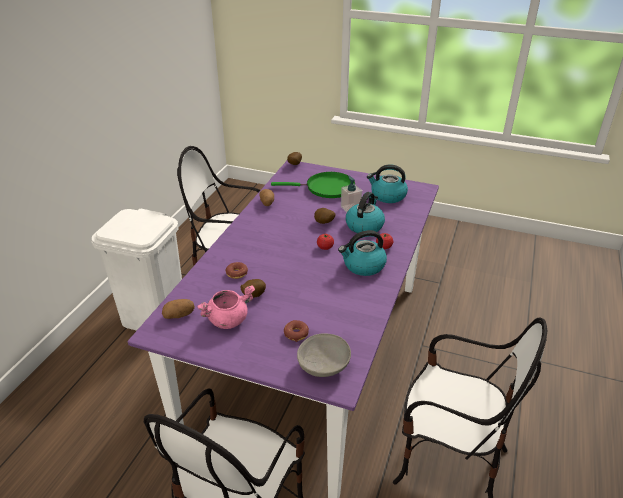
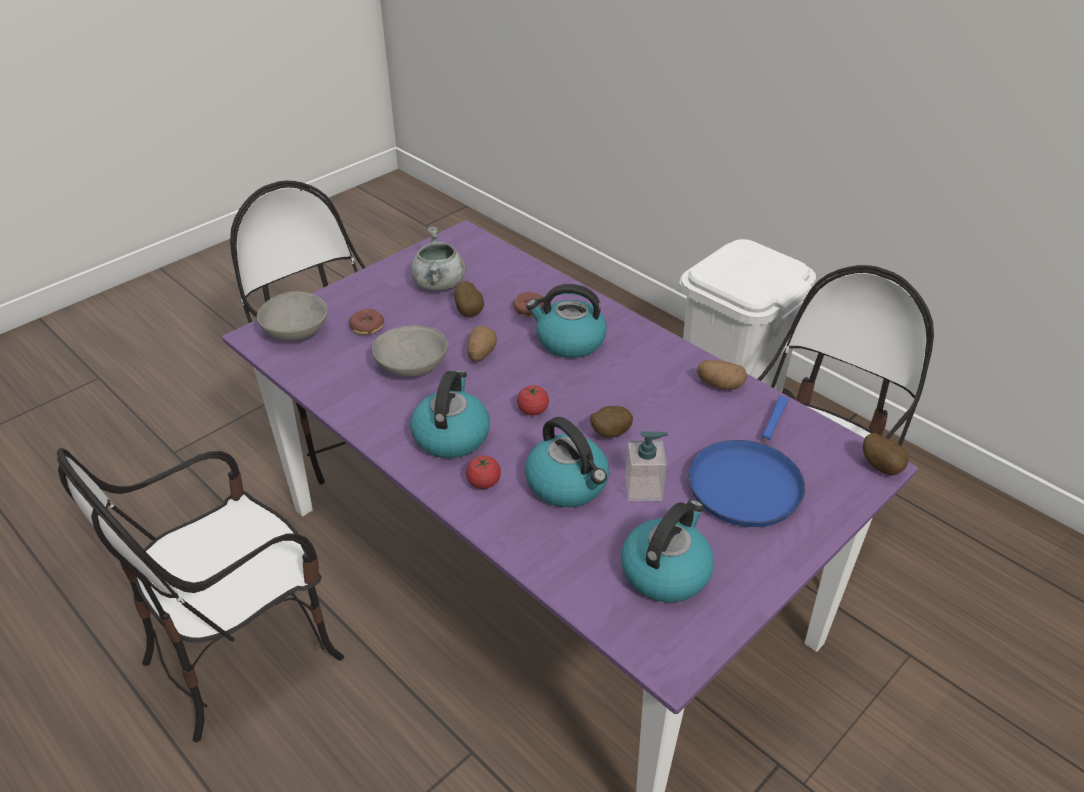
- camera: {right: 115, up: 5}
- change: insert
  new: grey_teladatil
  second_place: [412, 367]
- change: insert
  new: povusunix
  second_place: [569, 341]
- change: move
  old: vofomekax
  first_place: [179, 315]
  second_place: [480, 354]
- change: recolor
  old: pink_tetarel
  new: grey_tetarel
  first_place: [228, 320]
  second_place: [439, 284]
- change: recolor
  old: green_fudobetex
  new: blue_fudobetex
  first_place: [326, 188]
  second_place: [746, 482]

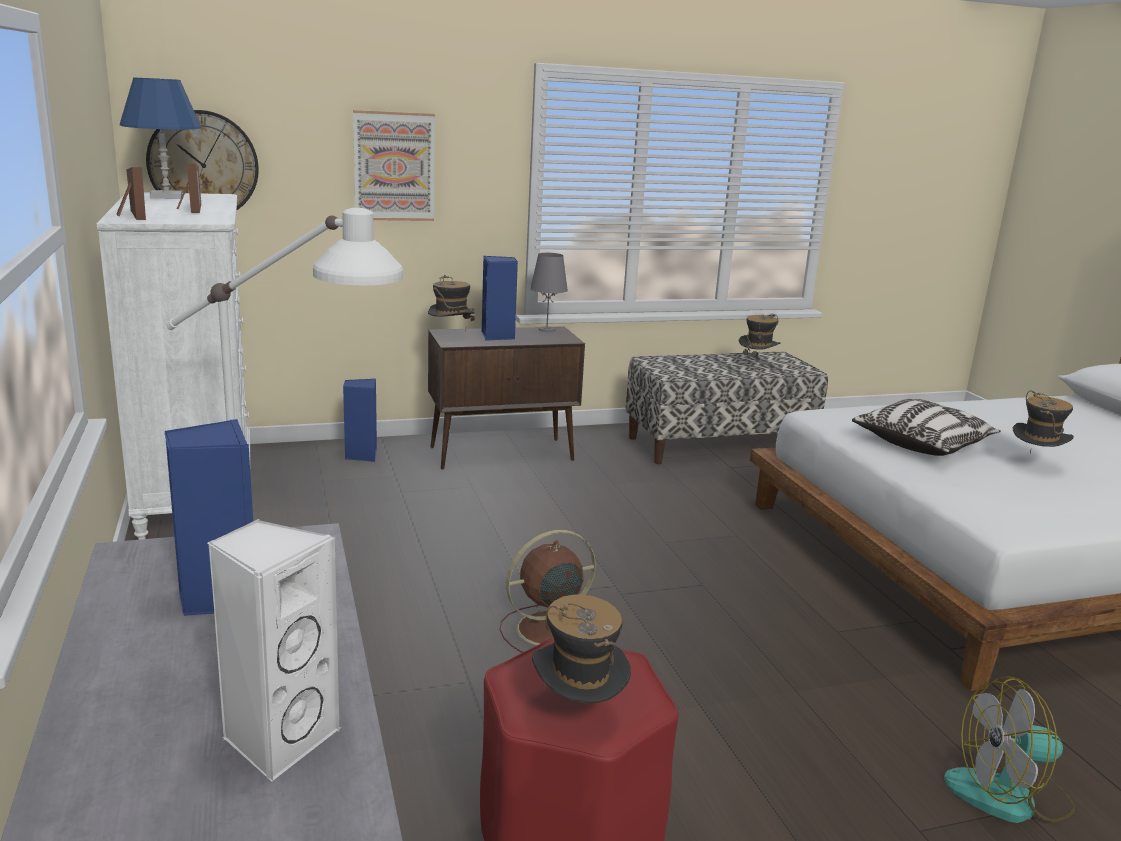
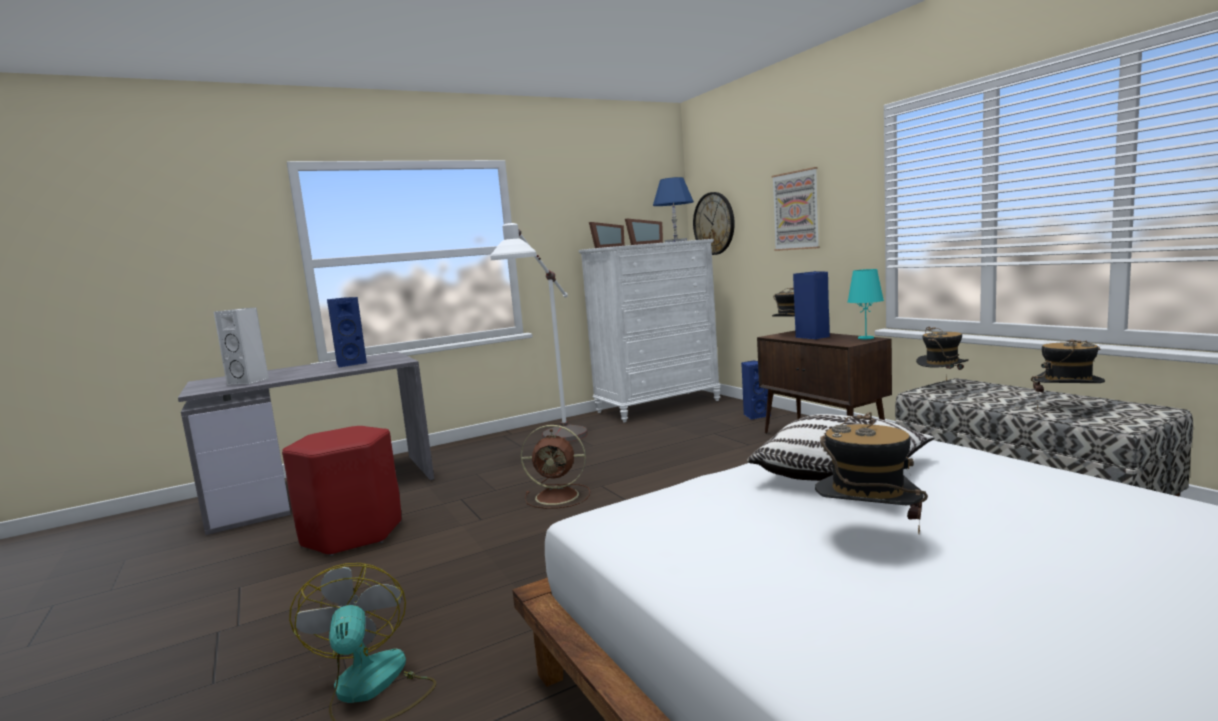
- camera: {right: 80, up: -10}
- change: move
  old: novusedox
  first_place: [577, 713]
  second_place: [942, 386]
- change: recolor
  old: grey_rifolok
  new: turquoise_rifolok
  first_place: [547, 329]
  second_place: [865, 338]
- change: rotate
  old: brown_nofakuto
  first_place: [545, 630]
  second_place: [559, 496]
  degrees: 135

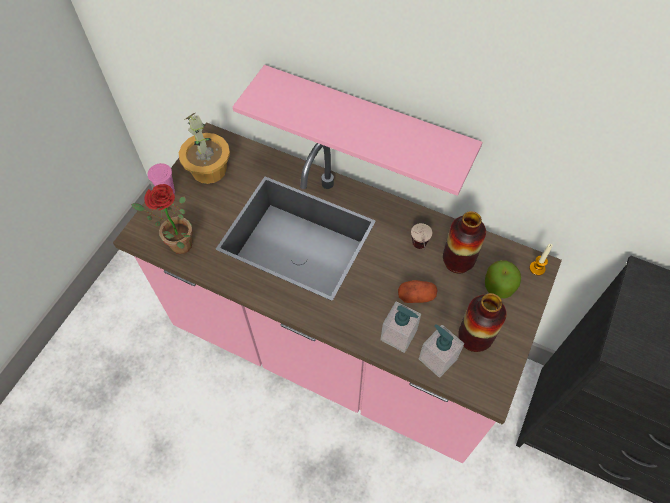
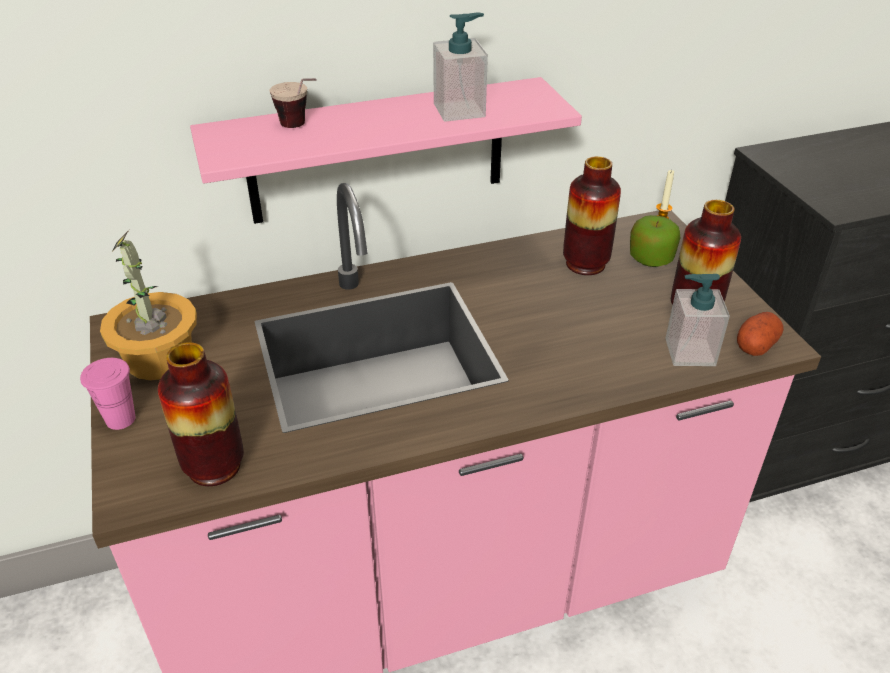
- camera: {right: -45, up: -20}
- change: move
  old: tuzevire
  first_place: [398, 335]
  second_place: [459, 110]
- change: move
  old: vofomekax
  first_place: [416, 296]
  second_place: [756, 344]
- change: move
  old: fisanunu
  first_place: [419, 250]
  second_place: [301, 128]
- change: replace
  old: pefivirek
  new: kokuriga
  first_place: [176, 245]
  second_place: [214, 466]

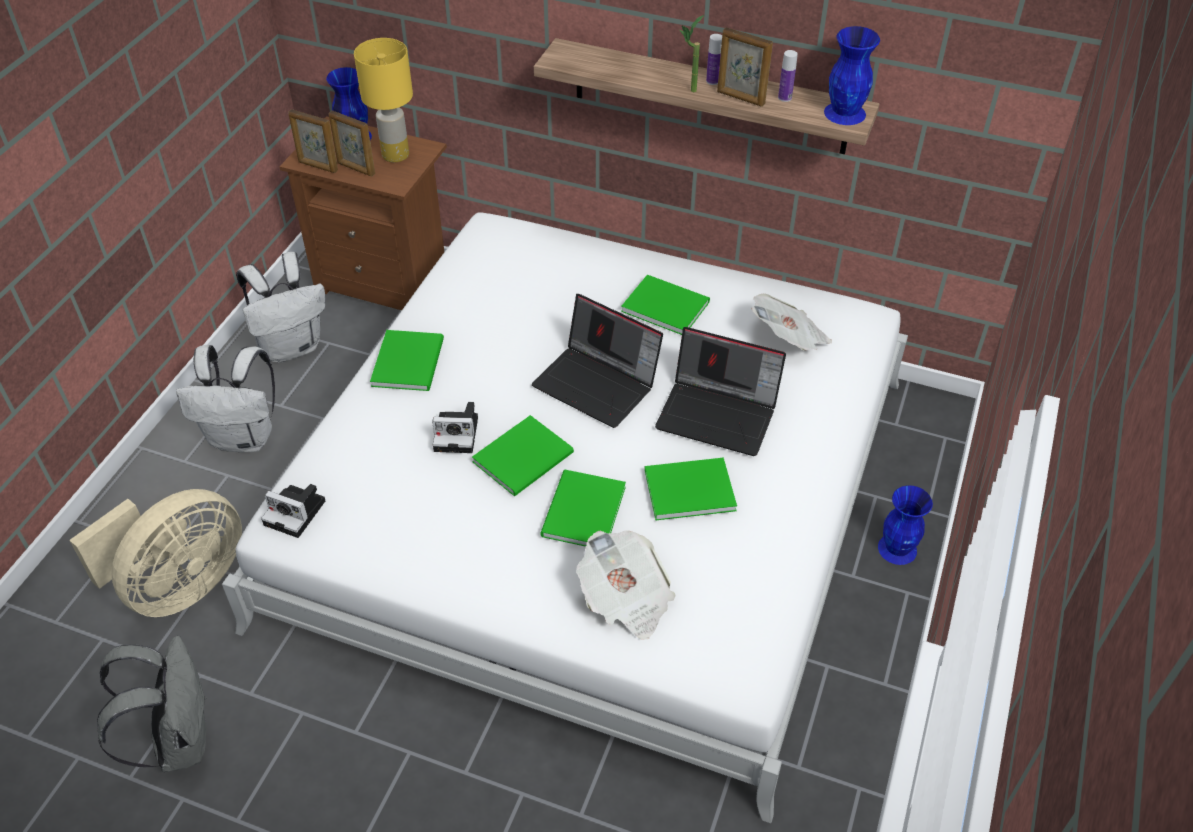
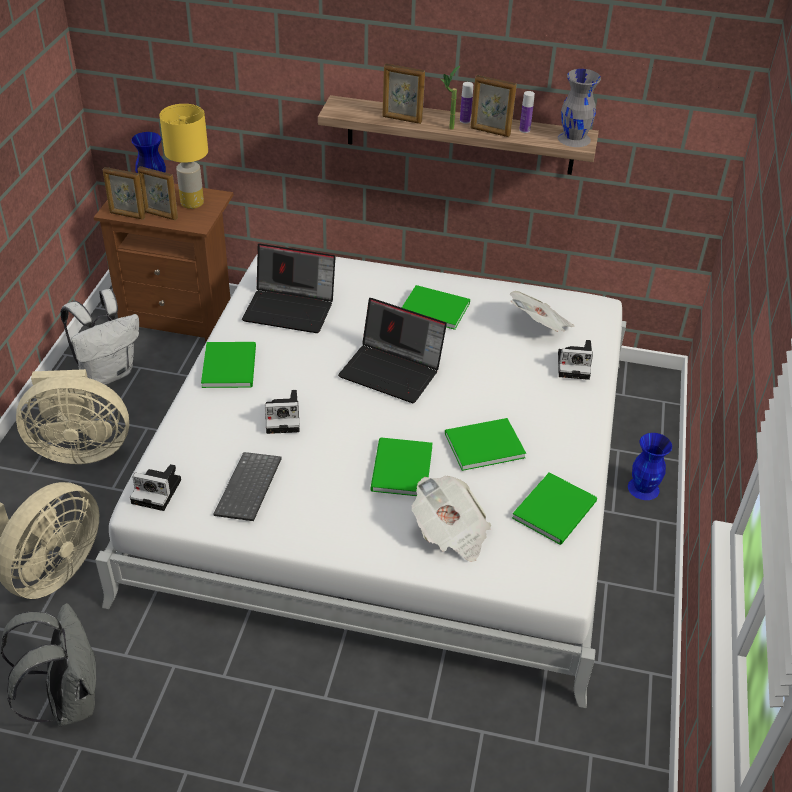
- camera: {right: -10, up: -5}
- change: insert
  new: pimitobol
  second_place: [249, 489]
- change: insert
  new: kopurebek
  second_place: [402, 119]
- change: insert
  new: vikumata
  second_place: [575, 365]
- change: move
  old: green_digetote
  first_place: [526, 457]
  second_place: [557, 509]
- change: move
  old: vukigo
  first_place: [719, 414]
  second_place: [291, 308]
- change: replace
  old: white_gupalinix
  new: beige_nofakuto
  first_place: [244, 437]
  second_place: [80, 449]
- change: recolor
  old: blue_kokuriga
  new: grey_kokuriga
  first_place: [845, 113]
  second_place: [574, 138]

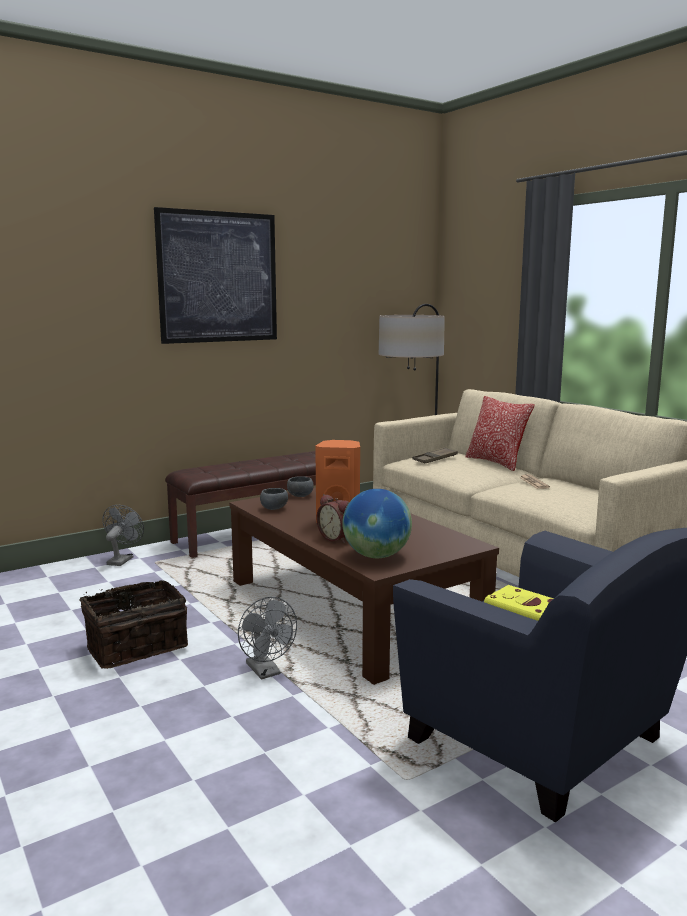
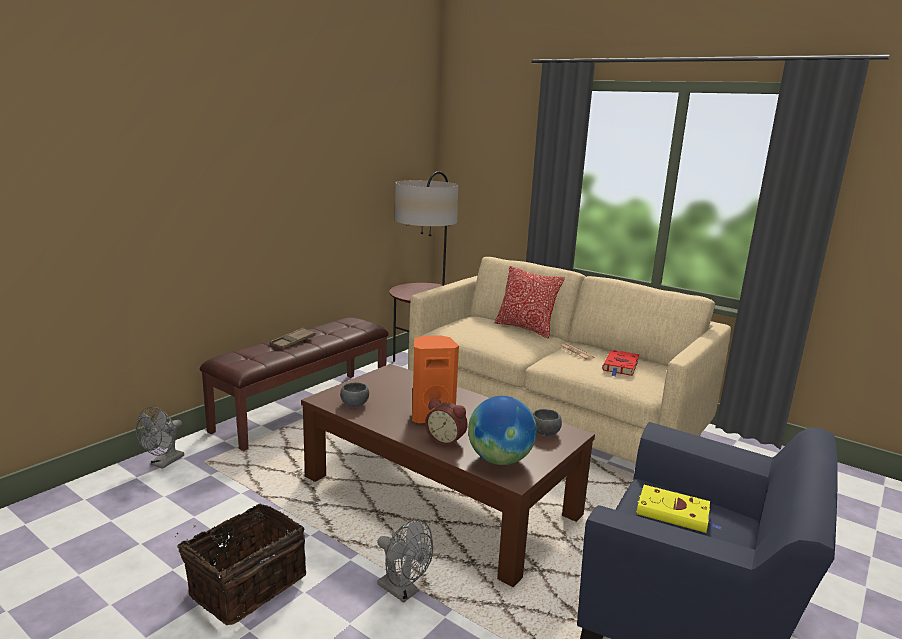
- camera: {right: -20, up: 5}
- change: delete
  old: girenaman
  first_place: [218, 277]
- change: insert
  new: red_digetote
  second_place: [620, 366]
- change: move
  old: grey_teladatil
  first_place: [299, 495]
  second_place: [544, 432]
- change: move
  old: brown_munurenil
  first_place: [435, 459]
  second_place: [293, 342]
- change: rotate
  old: grey_nofakuto
  first_place: [122, 560]
  second_place: [164, 463]
  degrees: -150

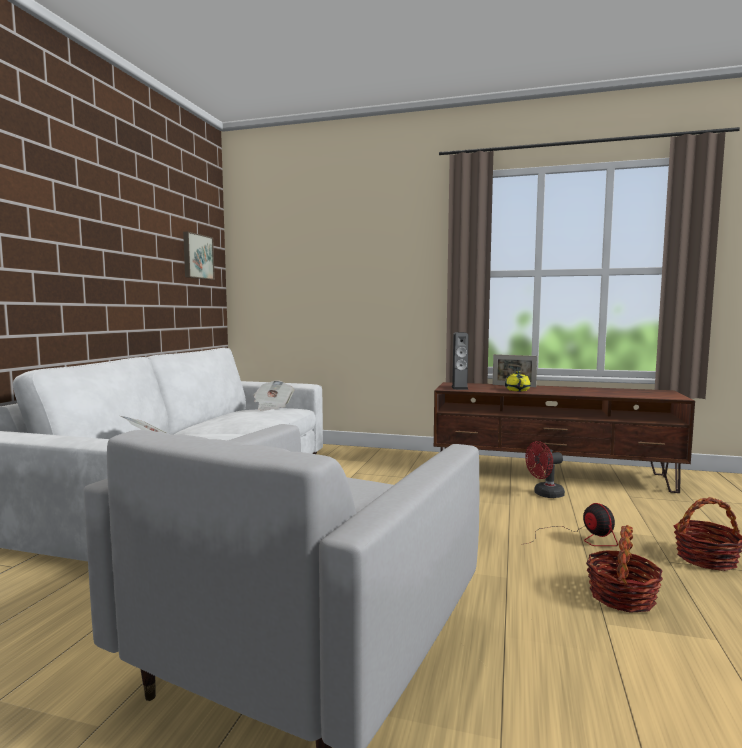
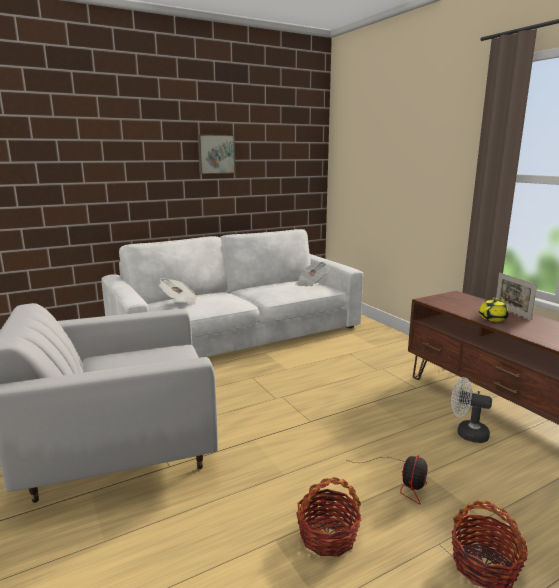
- camera: {right: 45, up: 10}
- change: delete
  old: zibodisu
  first_place: [459, 388]
- change: move
  old: girenaman
  first_place: [197, 256]
  second_place: [216, 154]
- change: recolor
  old: red_nofakuto
  new: white_nofakuto
  first_place: [544, 494]
  second_place: [467, 433]

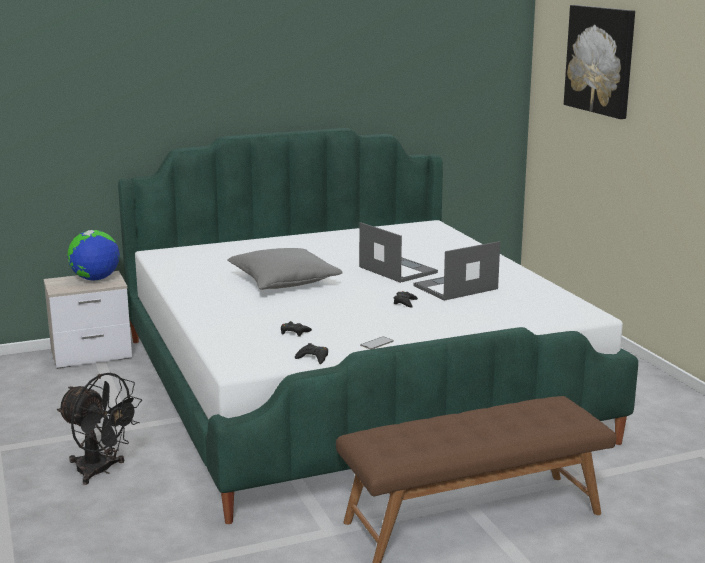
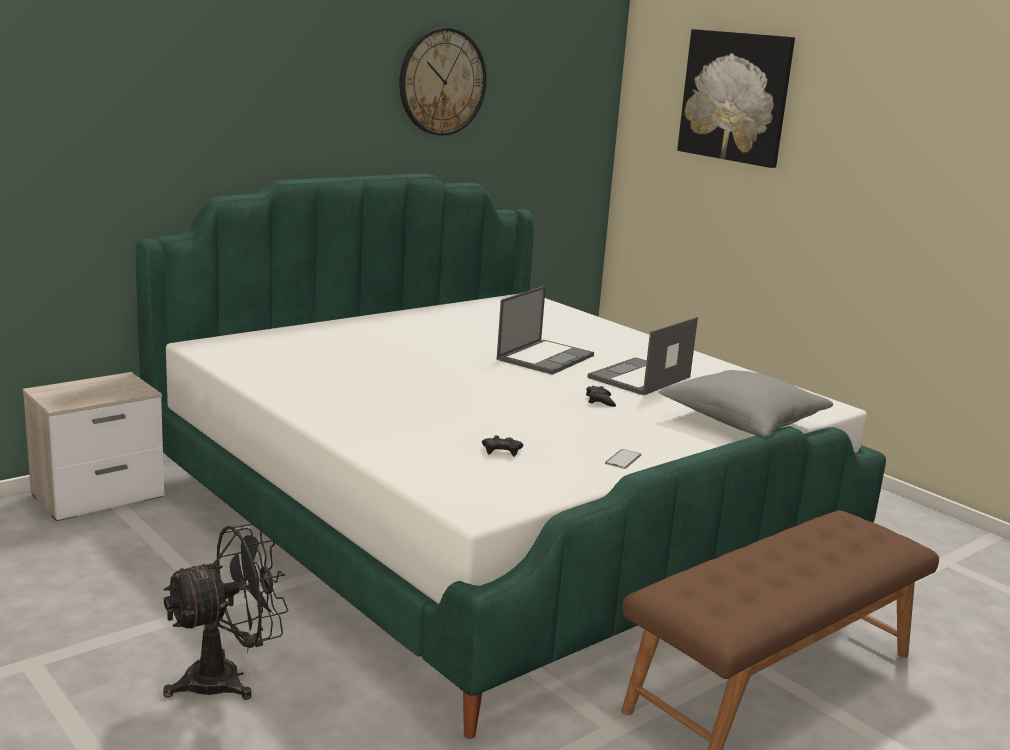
- camera: {right: -20, up: 0}
- change: delete
  old: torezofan
  first_place: [95, 279]
- change: delete
  old: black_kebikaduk
  first_place: [313, 357]
- change: insert
  new: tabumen
  second_place: [442, 82]
- change: move
  old: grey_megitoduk
  first_place: [284, 282]
  second_place: [742, 421]
- change: rotate
  old: black_nofakuto
  first_place: [101, 471]
  second_place: [227, 678]
  degrees: -45
- change: rotate
  old: vukigo
  first_place: [397, 270]
  second_place: [545, 357]
  degrees: 90

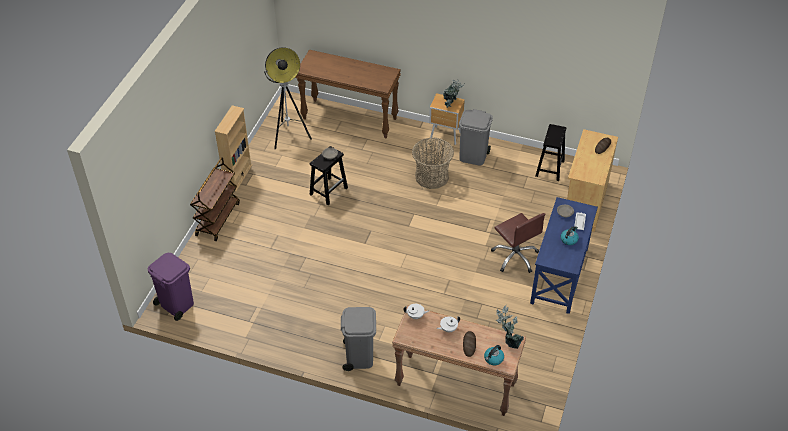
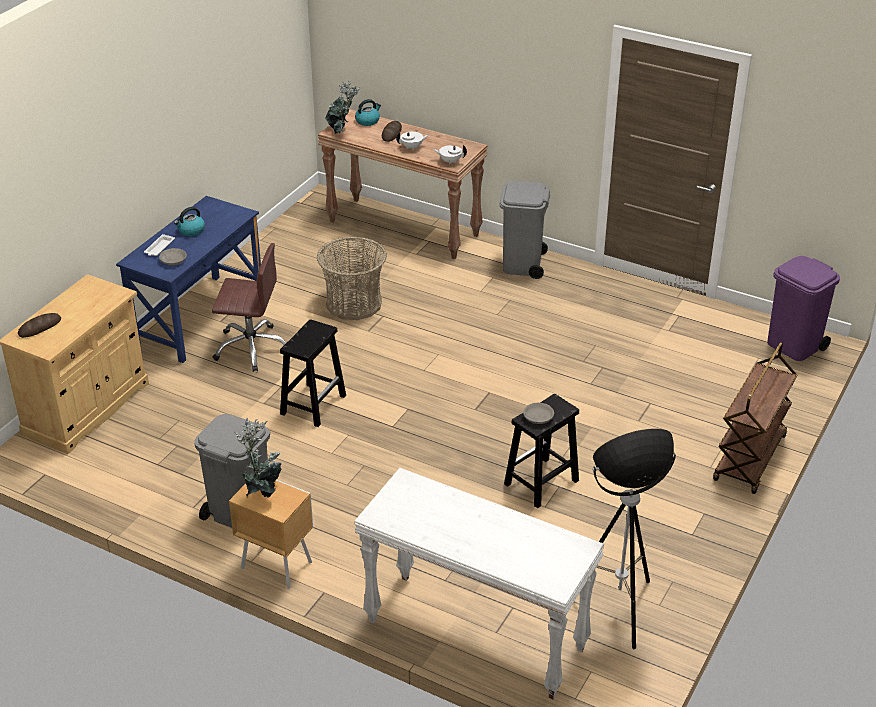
- camera: {right: -170, up: -10}
- change: delete
  old: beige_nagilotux
  first_place: [238, 176]
- change: move
  old: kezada
  first_place: [432, 176]
  second_place: [353, 304]
- change: move
  old: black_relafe
  first_place: [550, 169]
  second_place: [313, 404]
- change: recolor
  old: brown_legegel
  new: white_legegel
  first_place: [350, 118]
  second_place: [474, 635]
- change: rotate
  old: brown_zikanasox
  first_place: [515, 256]
  second_place: [252, 347]
  degrees: 120

